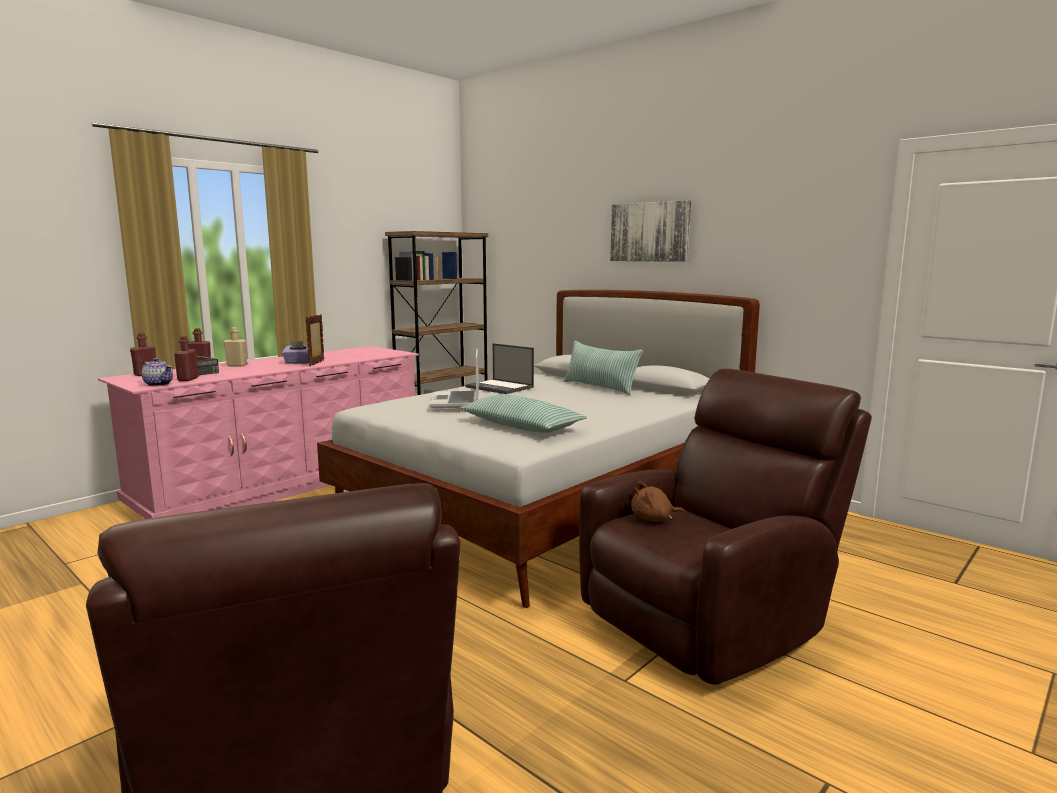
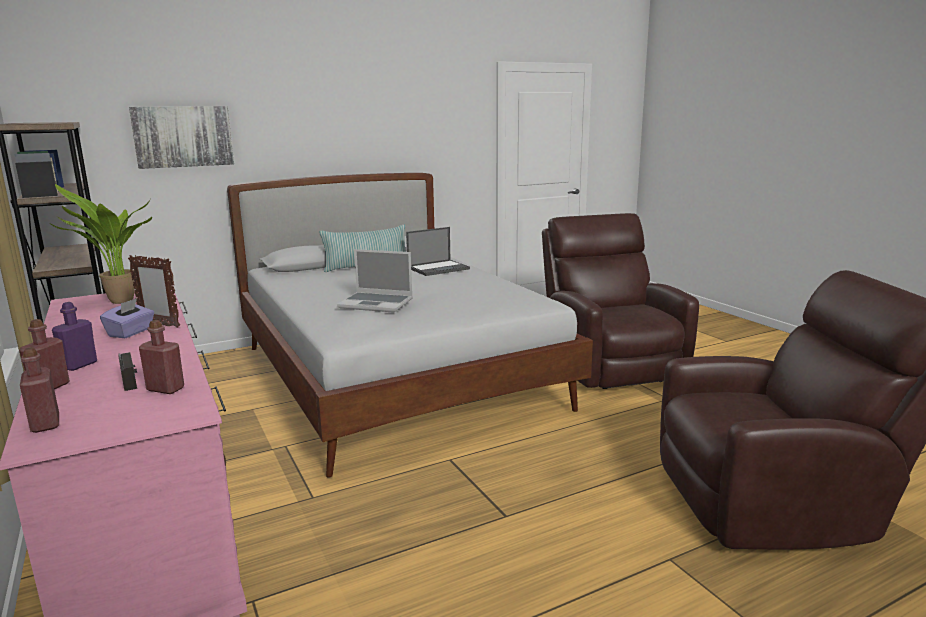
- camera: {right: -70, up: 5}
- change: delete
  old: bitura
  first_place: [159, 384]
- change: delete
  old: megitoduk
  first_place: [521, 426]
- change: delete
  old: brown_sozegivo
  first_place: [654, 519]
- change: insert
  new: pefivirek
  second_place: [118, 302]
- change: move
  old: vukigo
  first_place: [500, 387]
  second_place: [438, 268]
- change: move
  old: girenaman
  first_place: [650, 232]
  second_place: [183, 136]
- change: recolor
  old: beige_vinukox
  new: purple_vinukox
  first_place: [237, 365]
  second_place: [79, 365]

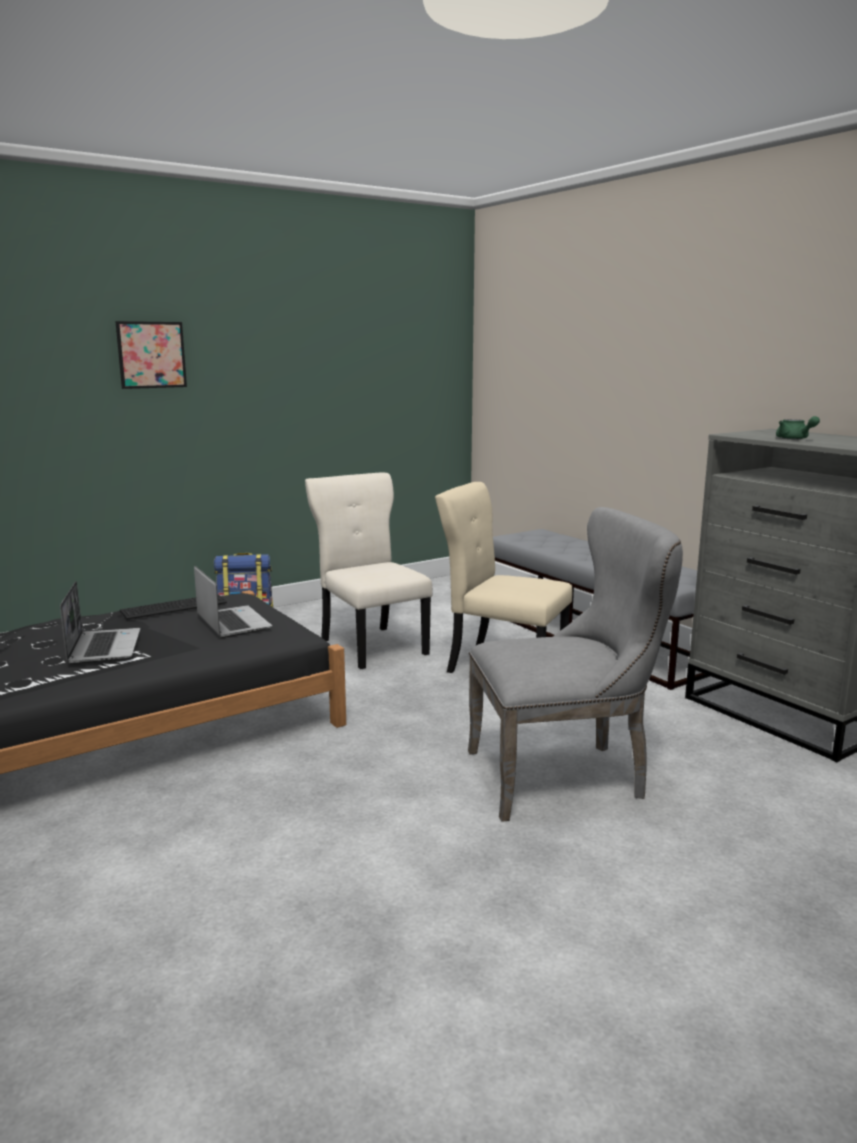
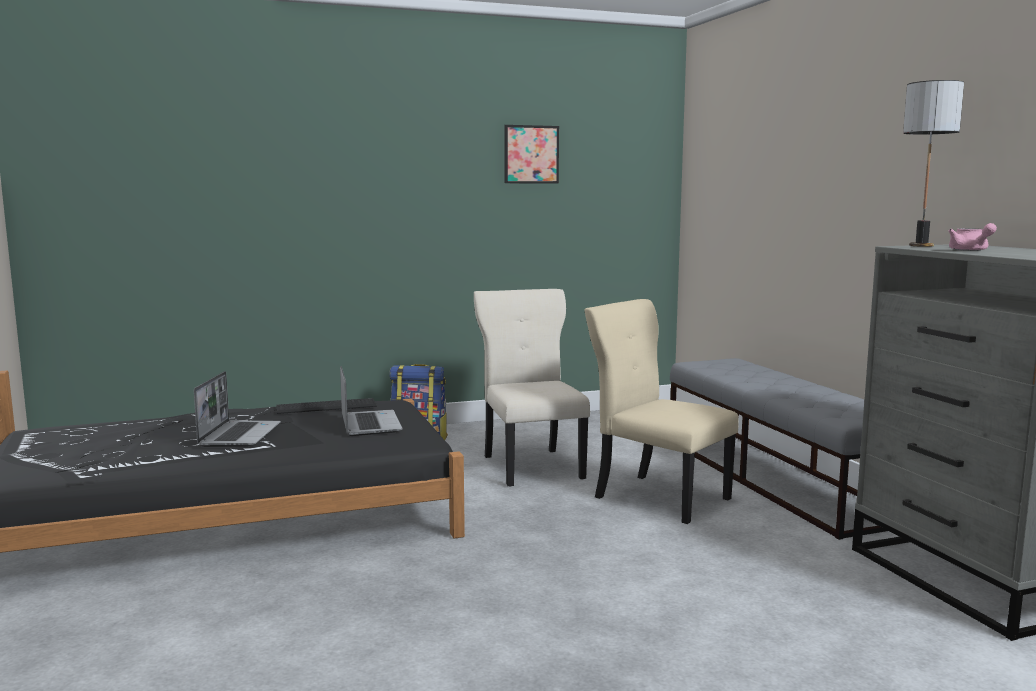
- camera: {right: 15, up: -5}
- change: delete
  old: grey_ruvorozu
  first_place: [566, 775]
- change: insert
  new: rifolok
  second_place: [920, 245]
- change: move
  old: girenaman
  first_place: [151, 355]
  second_place: [531, 154]
- change: recolor
  old: green_bitura
  new: pink_bitura
  first_place: [794, 439]
  second_place: [970, 250]

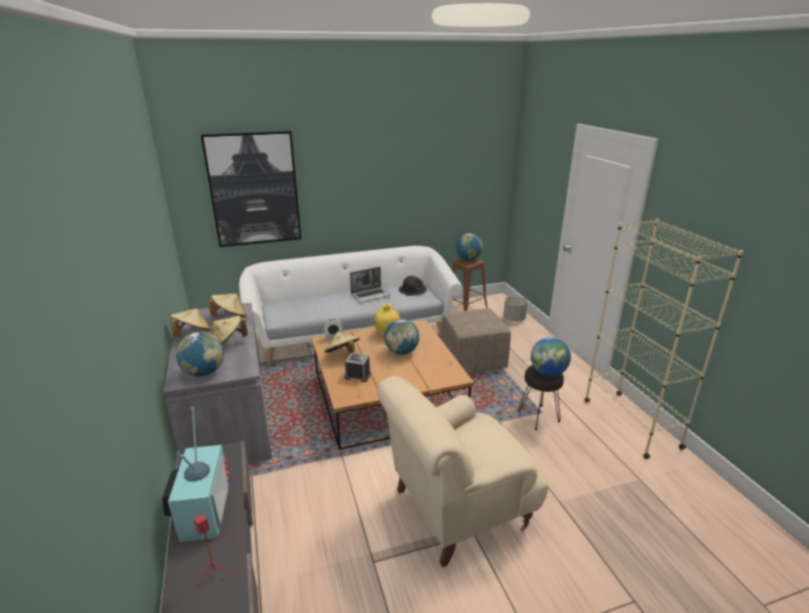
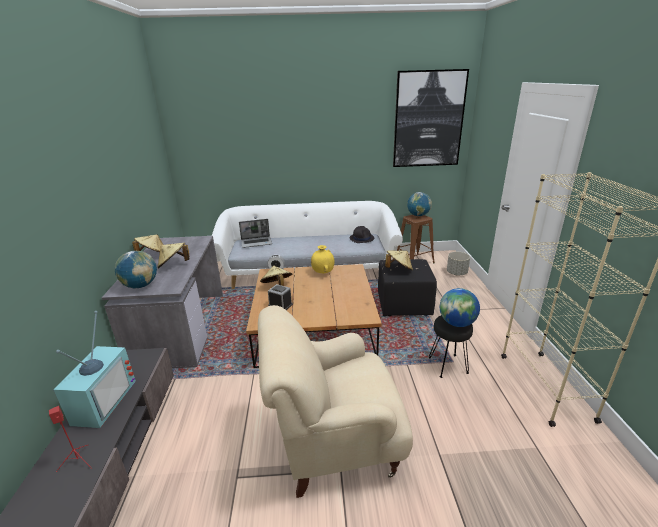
- camera: {right: 15, up: 0}
- change: delete
  old: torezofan
  first_place: [401, 352]
- change: move
  old: girenaman
  first_place: [254, 189]
  second_place: [428, 120]
- change: move
  old: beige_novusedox
  first_place: [230, 316]
  second_place: [398, 269]
- change: move
  old: vukigo
  first_place: [371, 295]
  second_place: [257, 242]
- change: recolor
  old: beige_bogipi
  new: black_bogipi
  first_place: [473, 359]
  second_place: [404, 305]

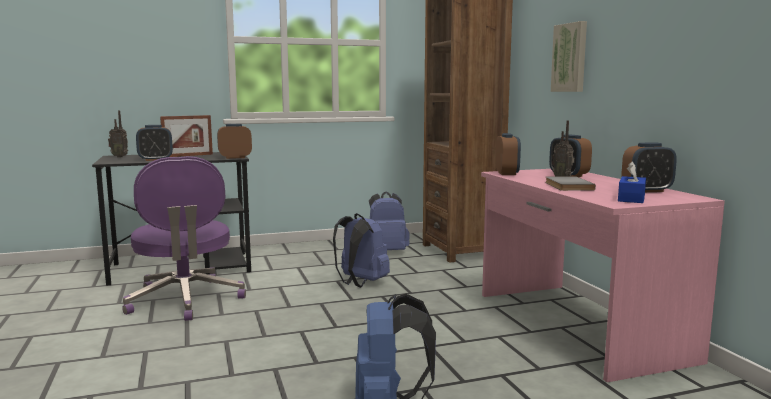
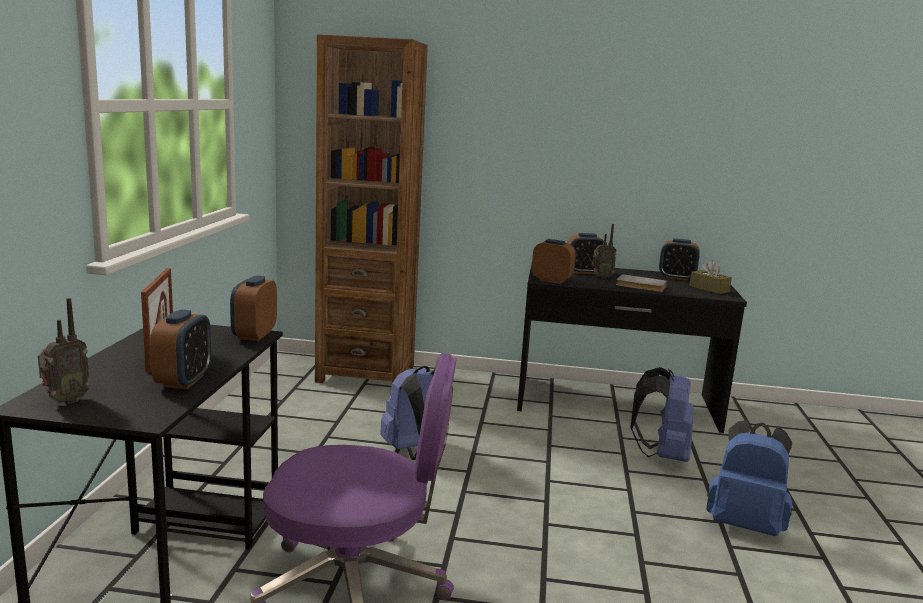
- camera: {right: -65, up: 5}
- change: delete
  old: girenaman
  first_place: [570, 58]
- change: move
  old: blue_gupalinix
  first_place: [386, 252]
  second_place: [662, 455]
- change: recolor
  old: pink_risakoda
  new: black_risakoda
  first_place: [576, 325]
  second_place: [615, 403]
- change: recolor
  old: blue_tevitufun
  new: brown_tevitufun
  first_place: [631, 198]
  second_place: [709, 289]
- change: rotate
  old: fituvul
  first_place: [647, 190]
  second_place: [676, 278]
  degrees: 90

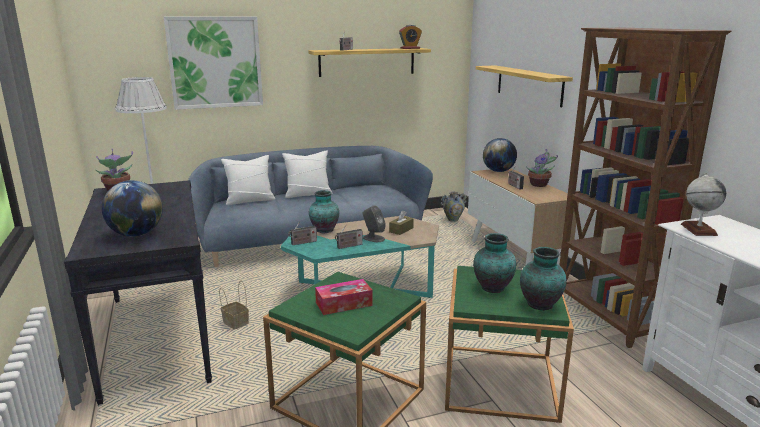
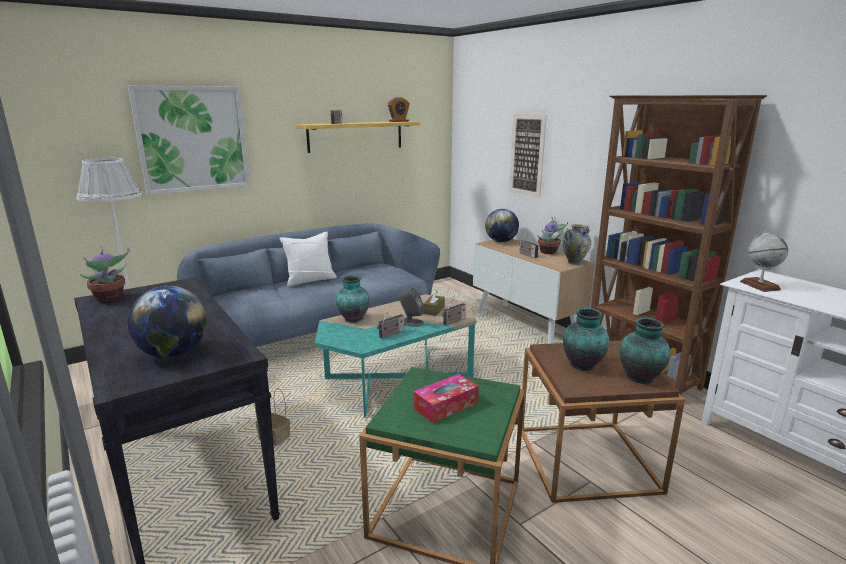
- camera: {right: -15, up: 0}
- change: delete
  old: white_megitoduk
  first_place: [250, 200]
- change: move
  old: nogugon
  first_place: [303, 243]
  second_place: [453, 322]
- change: move
  old: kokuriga
  first_place: [453, 220]
  second_place: [574, 262]
- change: replace
  old: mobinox
  new: girenaman
  first_place: [529, 85]
  second_place: [527, 155]
- change: recolor
  old: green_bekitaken
  new: brown_bekitaken
  first_place: [500, 382]
  second_place: [586, 459]

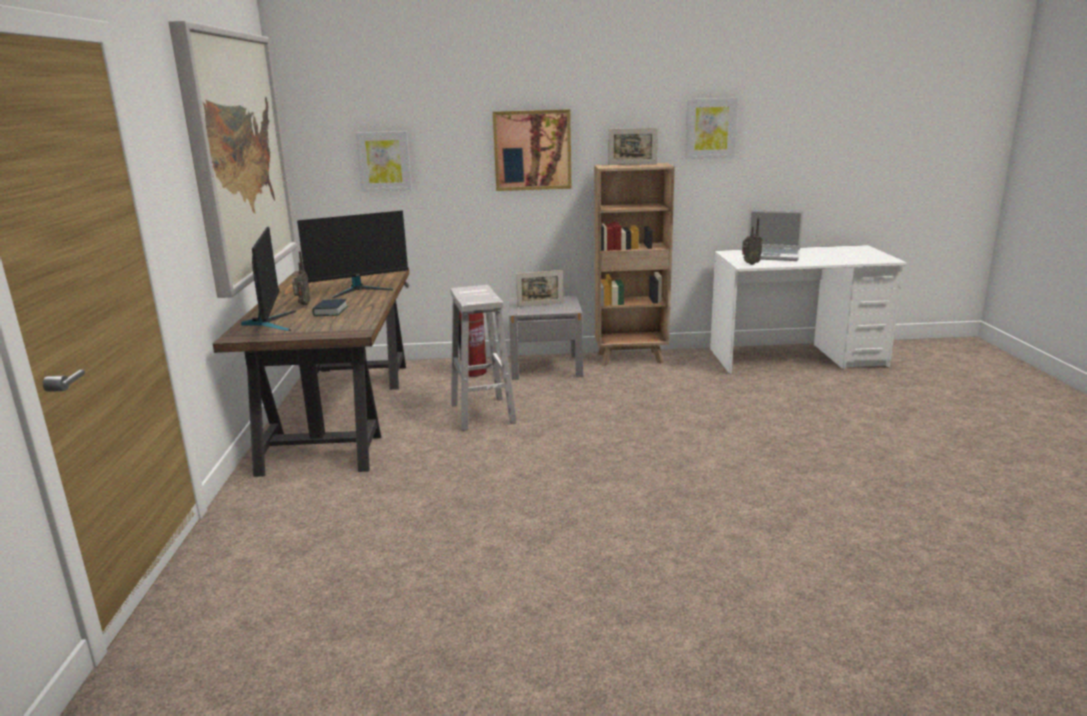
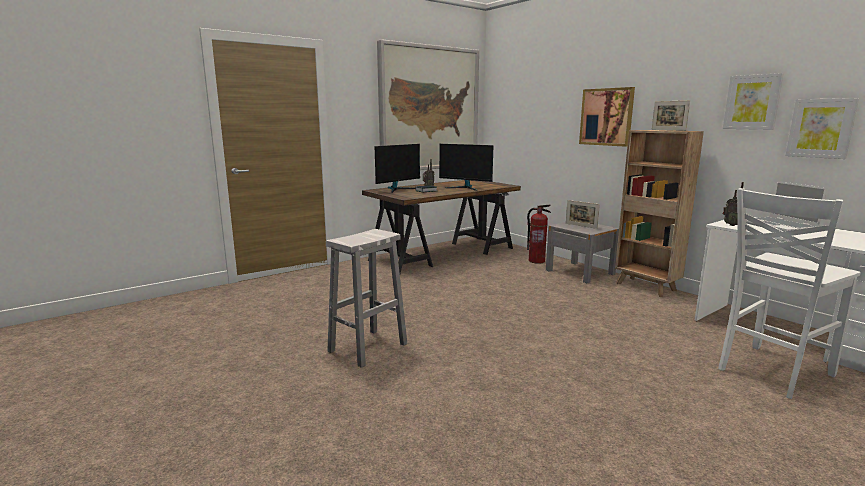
- camera: {right: 55, up: -5}
- change: insert
  new: white_ruvorozu
  second_place: [771, 372]
- change: move
  old: girenaman
  first_place: [384, 161]
  second_place: [821, 128]
- change: move
  old: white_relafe
  first_place: [483, 414]
  second_place: [367, 348]

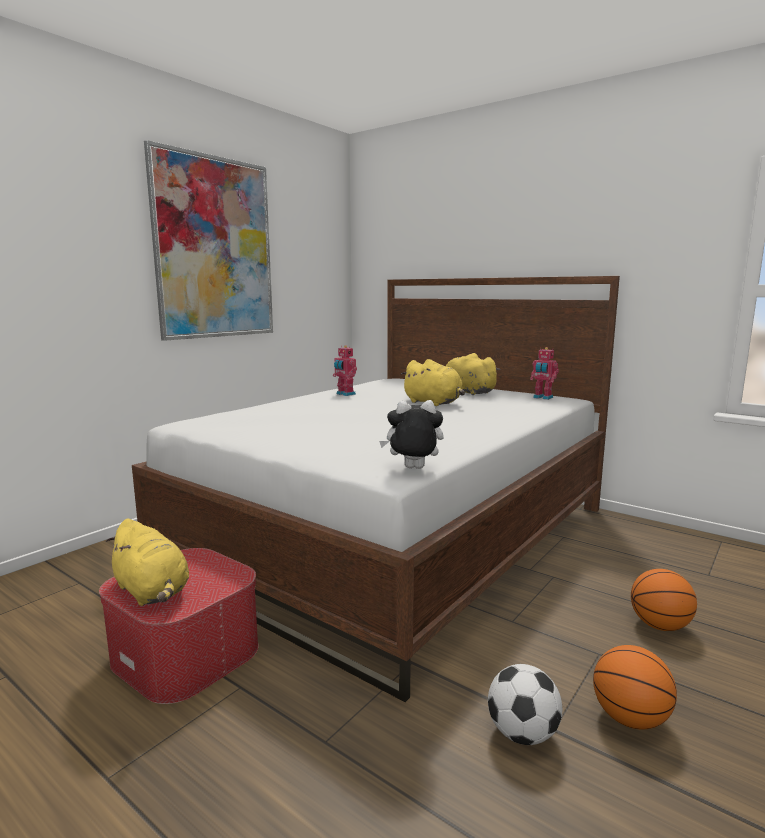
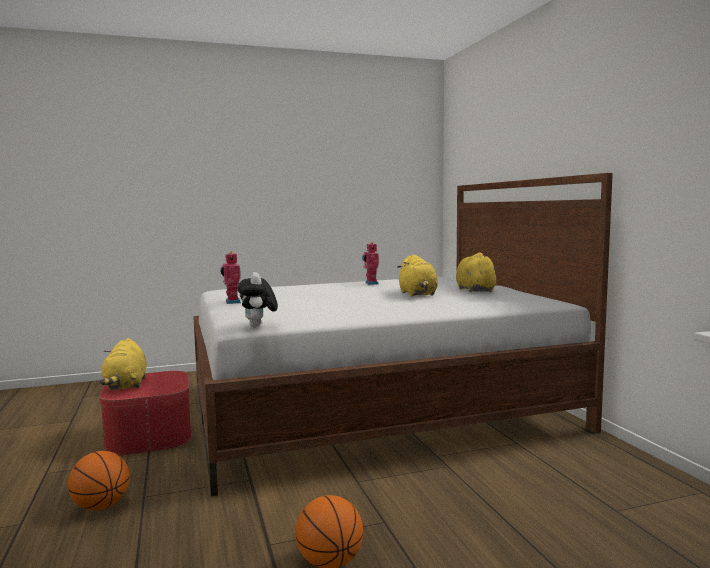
- camera: {right: 35, up: -5}
- change: delete
  old: girenaman
  first_place: [215, 248]
- change: delete
  old: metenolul
  first_place: [522, 734]
- change: move
  old: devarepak
  first_place: [542, 398]
  second_place: [231, 302]
- change: move
  old: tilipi
  first_place: [659, 625]
  second_place: [101, 506]
- change: rotate
  old: sozegivo
  first_place: [412, 469]
  second_place: [258, 326]
  degrees: -135

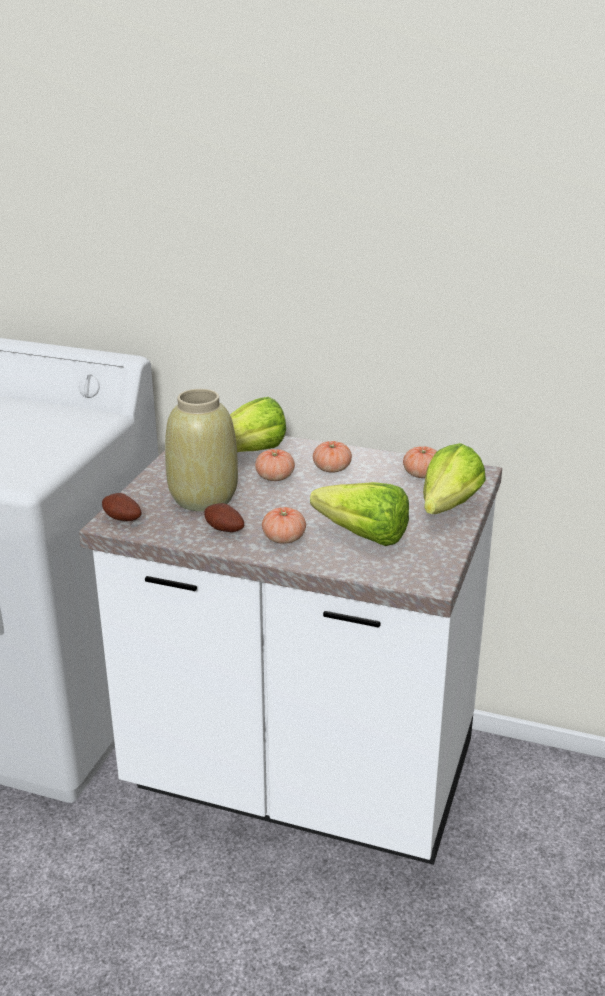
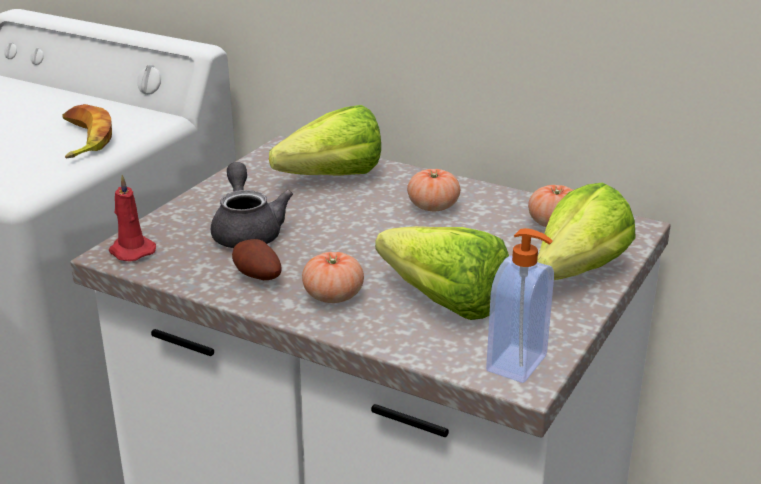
- camera: {right: 10, up: 0}
- change: delete
  old: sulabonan
  first_place: [275, 477]
- change: insert
  new: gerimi
  second_place: [82, 140]
- change: insert
  new: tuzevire
  second_place: [519, 364]
- change: replace
  old: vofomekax
  new: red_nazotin
  first_place: [121, 520]
  second_place: [131, 251]
- change: replace
  old: beige_kokuriga
  new: grey_bitura
  first_place: [202, 498]
  second_place: [247, 231]

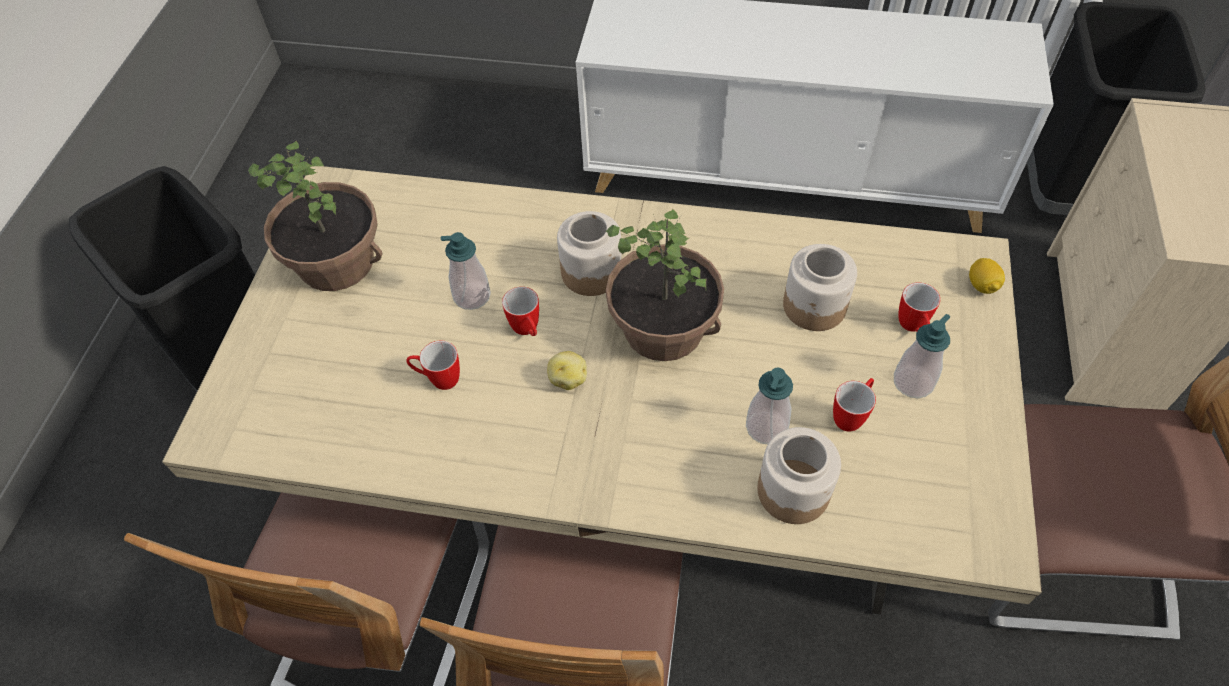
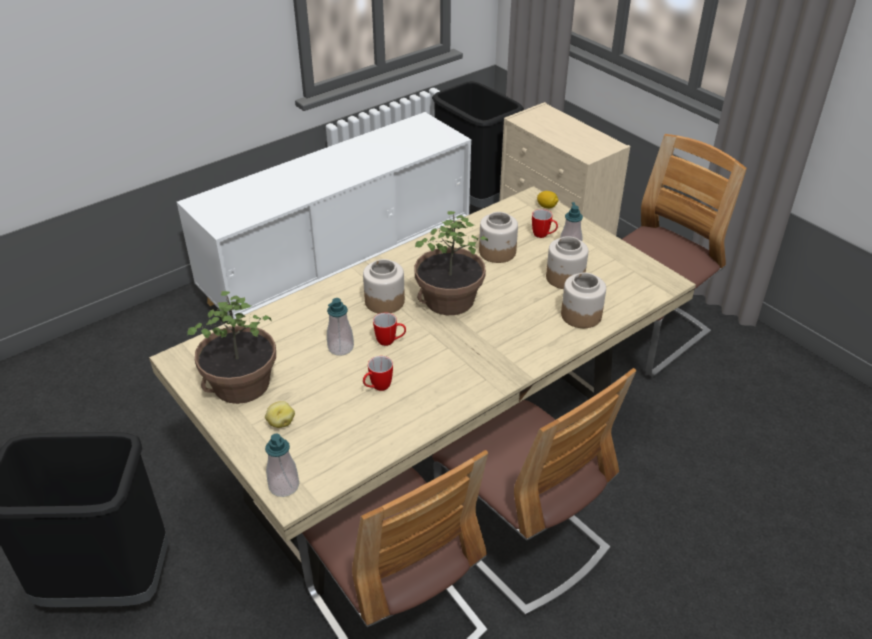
- camera: {right: -50, up: -15}
- change: move
  old: vofomekax
  first_place: [568, 378]
  second_place: [280, 422]
- change: move
  old: tuzevire
  first_place: [766, 427]
  second_place: [284, 486]
- change: replace
  old: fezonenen
  new: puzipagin
  first_place: [851, 415]
  second_place: [564, 277]

